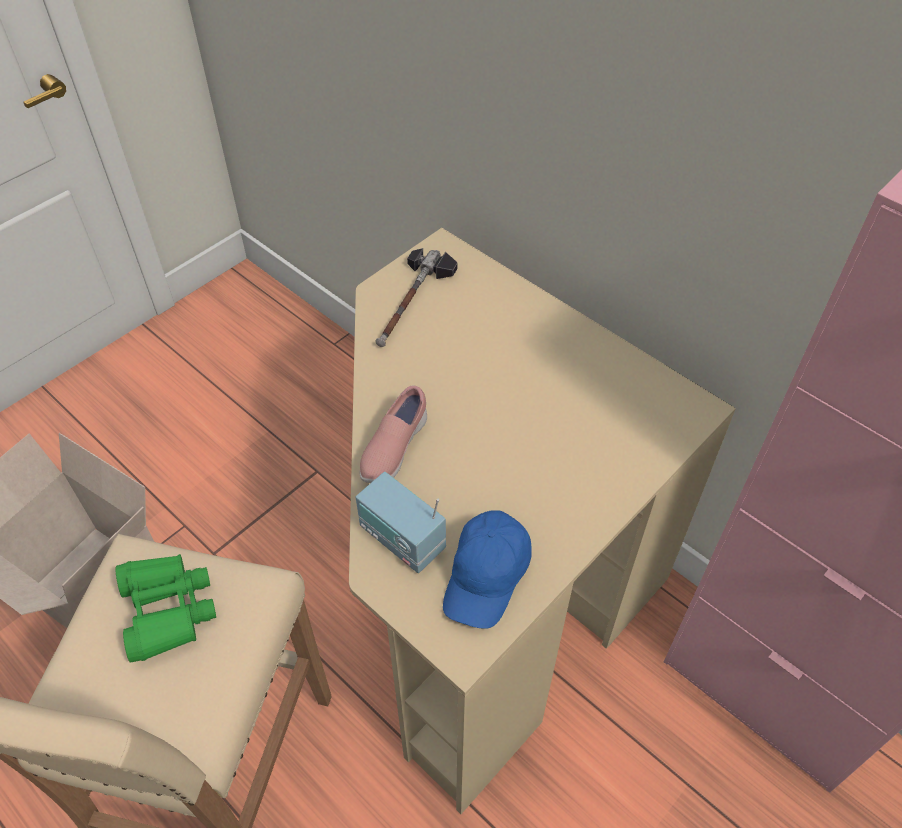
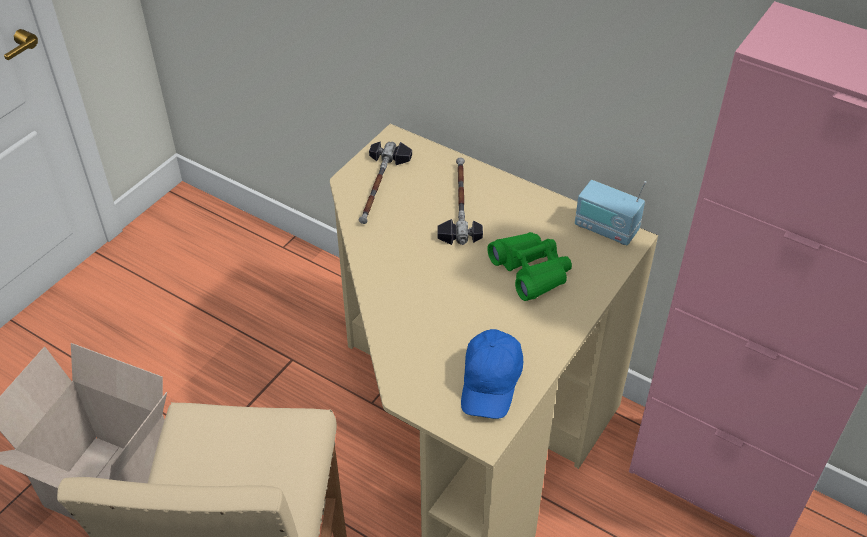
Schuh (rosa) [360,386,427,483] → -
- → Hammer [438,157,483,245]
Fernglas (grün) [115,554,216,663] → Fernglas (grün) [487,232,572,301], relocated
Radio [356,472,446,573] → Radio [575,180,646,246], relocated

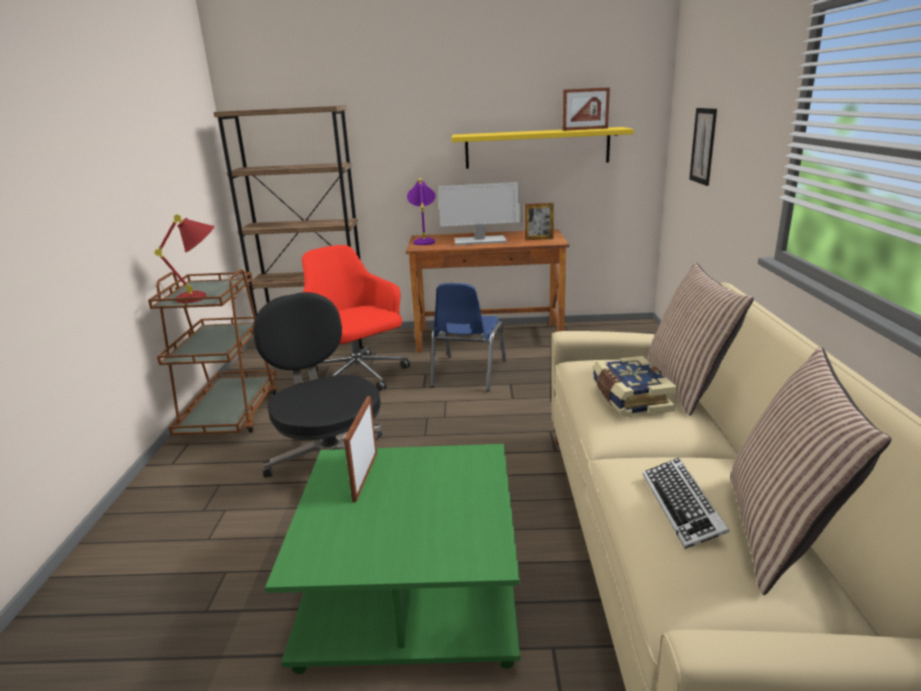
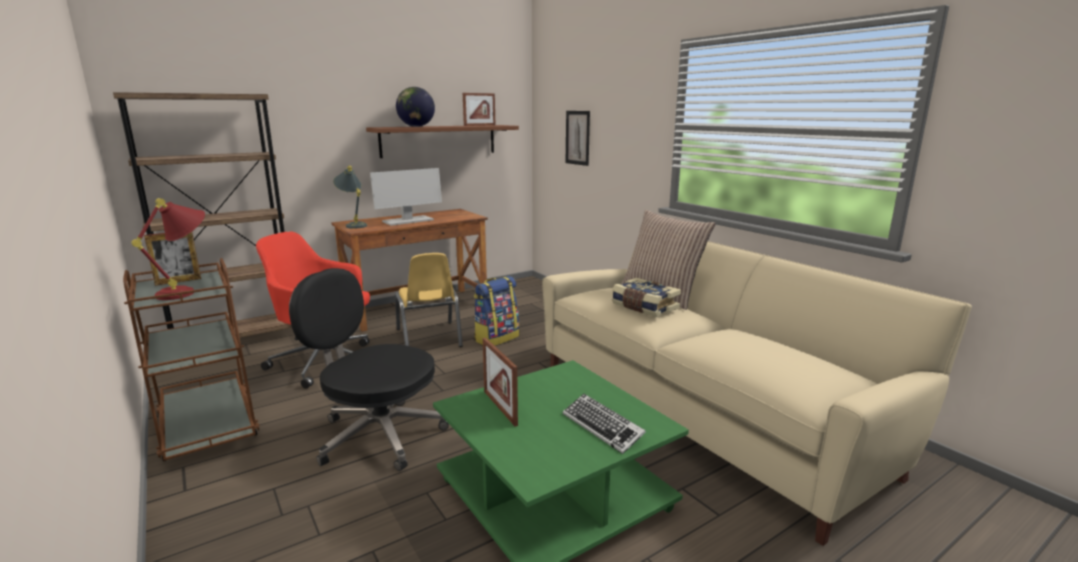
Kissen [730,347,892,595] → -
- → Globus [396,87,435,127]
- → Rucksack [474,276,519,346]
Bilderrahmen [525,203,554,240] → Bilderrahmen [144,232,201,286], relocated
Tastatur [643,458,730,549] → Tastatur [563,394,646,454], relocated
Tischlampe (lila) [407,178,435,245] → Tischlampe (grau) [333,166,367,229]
Stuhl (blau) [430,283,506,391] → Stuhl (gelb) [395,253,463,347]
Wandregal (gelb) [452,127,634,169] → Wandregal (braun) [366,125,519,158]

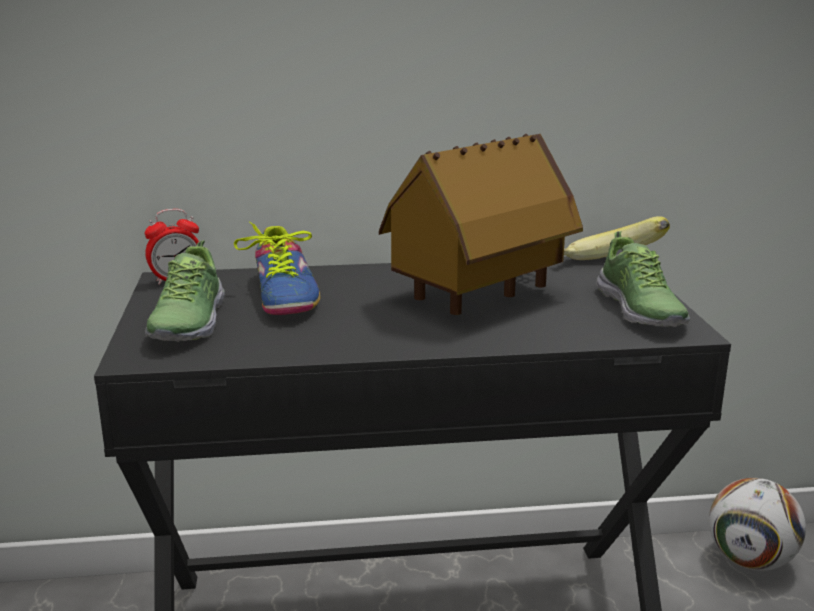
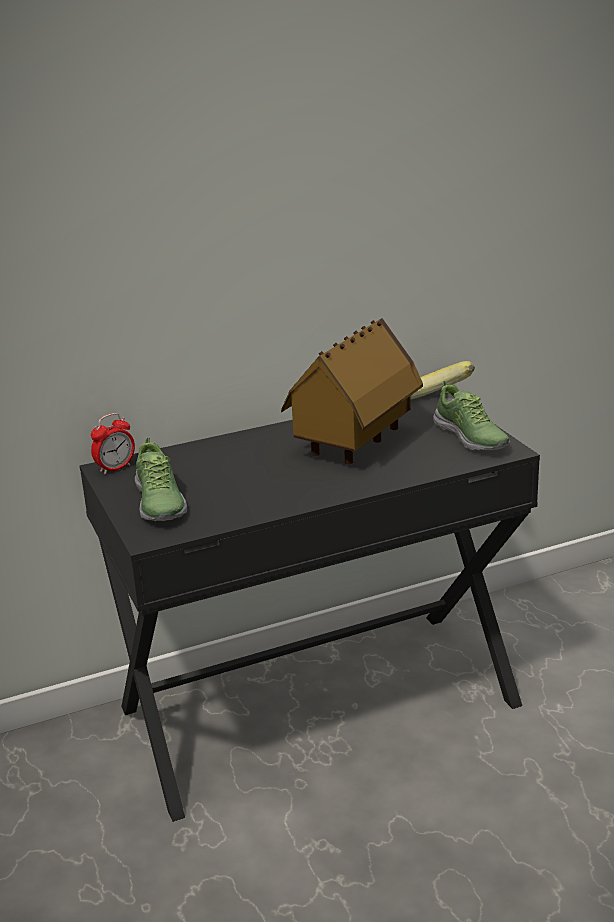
Schuh [234,221,320,315] → -
Fußball [709,478,806,571] → -

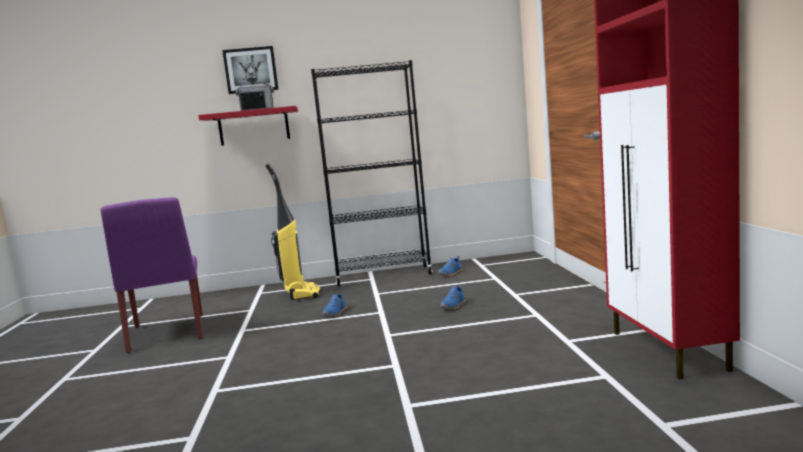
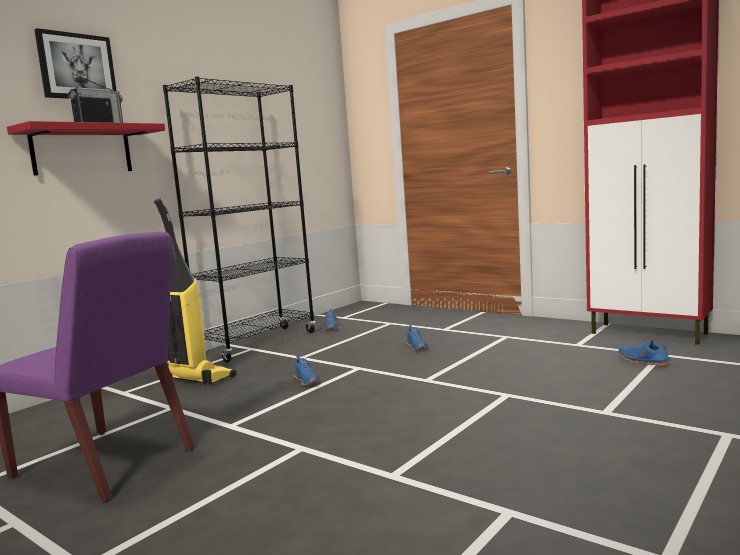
- → Schuh (blau) [619,340,671,366]

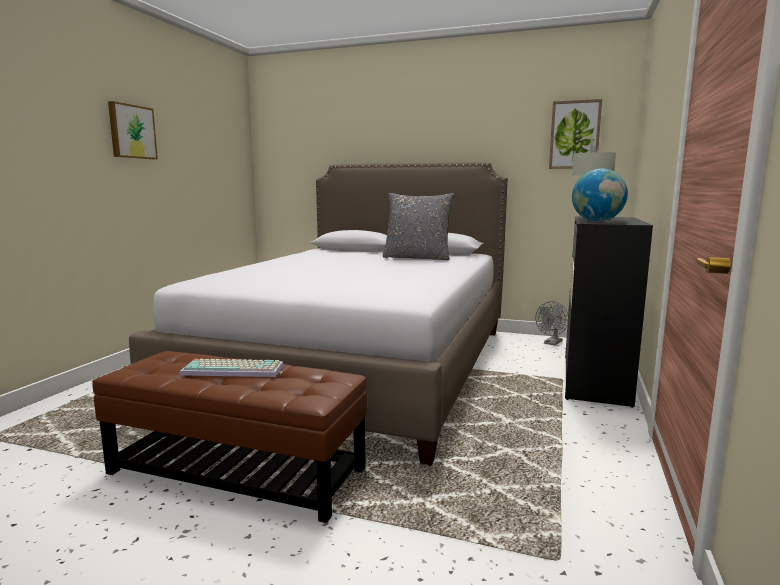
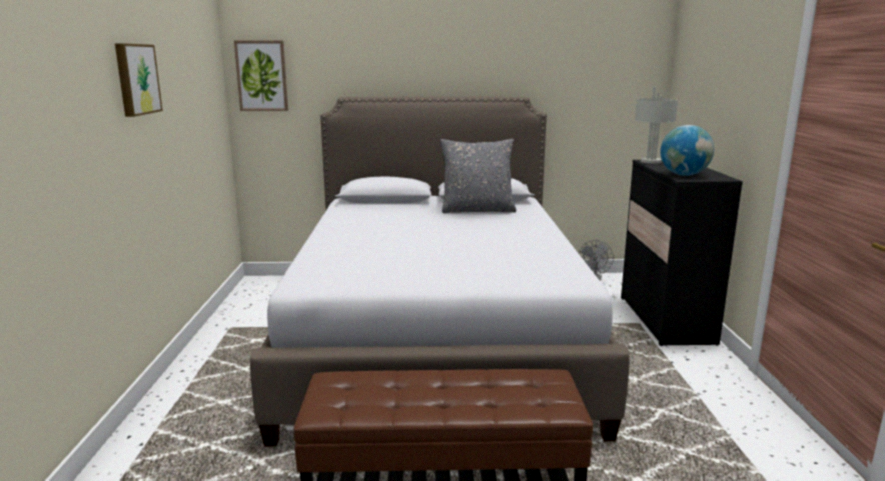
Tastatur [179,359,284,377] → -
Bild [549,99,602,169] → Bild [234,41,288,111], relocated

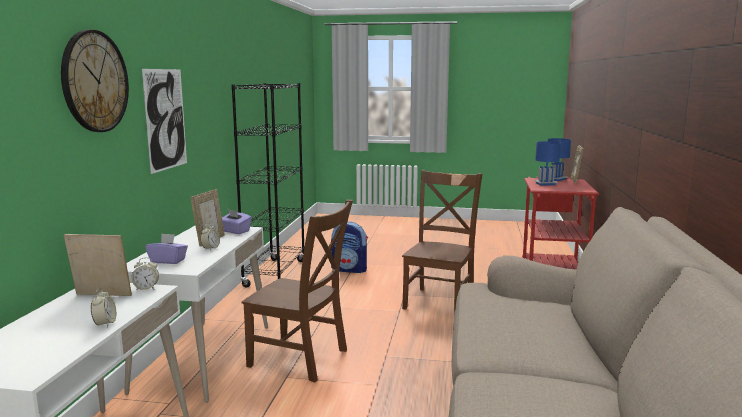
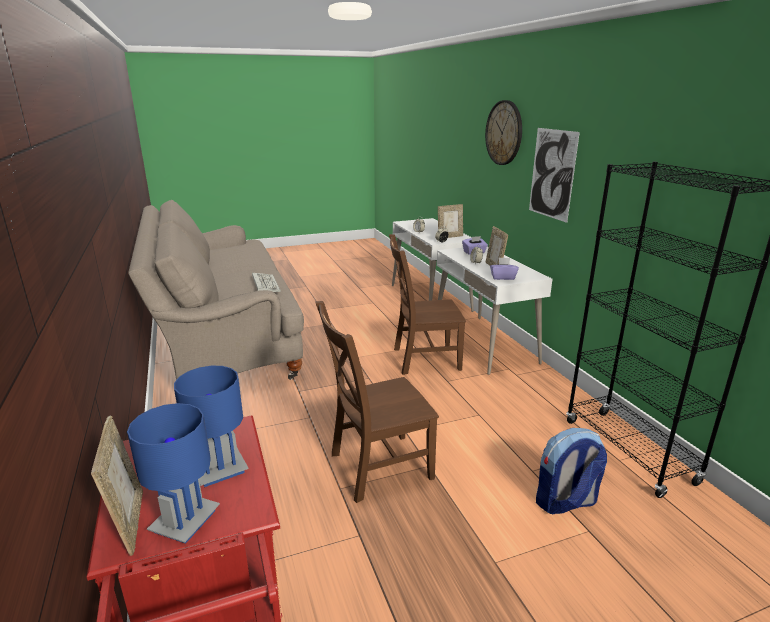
- → Tastatur [252,273,281,292]
Stuhl (braun) [402,170,482,314] → Stuhl (braun) [316,301,439,503], 75 degrees clockwise

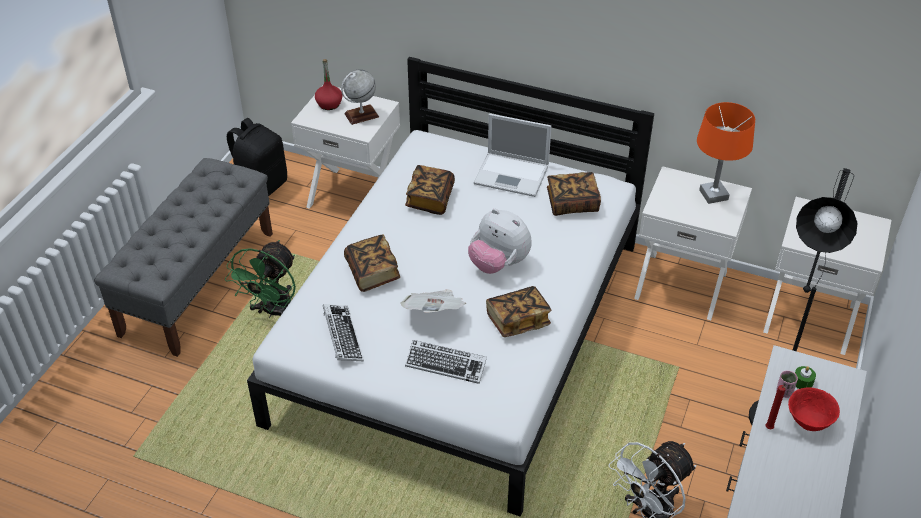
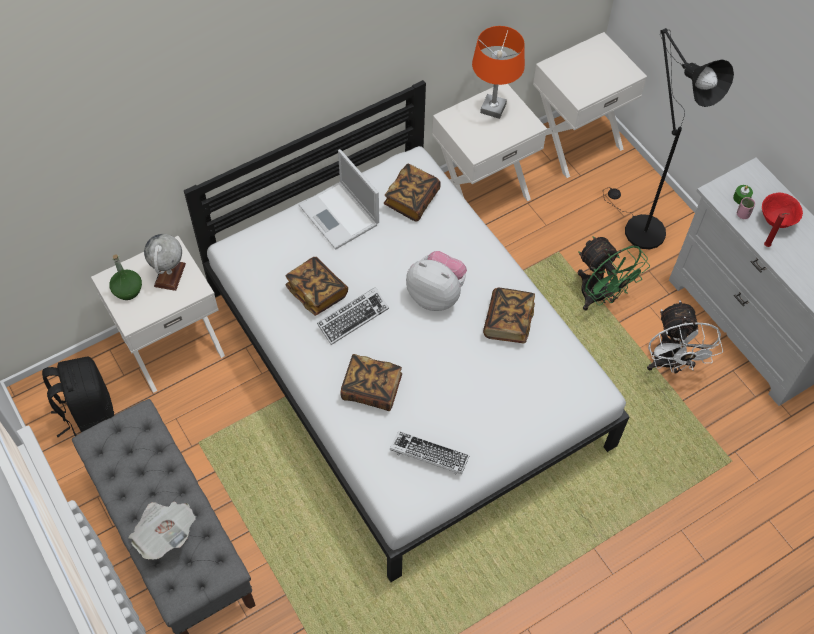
Ventilator (grün) [225,240,296,318] → Ventilator (grün) [578,236,650,310], relocated
Zeitung [401,290,467,313] → Zeitung [128,502,196,559], relocated
Tastatur [405,340,487,384] → Tastatur [317,287,389,345], relocated
Flasche (rot) [315,59,343,110] → Flasche (grün) [109,254,142,300]
Plüschtier [468,209,532,274] → Plüschtier [406,251,467,311], 135 degrees counterclockwise
Laptop [473,114,552,197] → Laptop [299,149,379,250], 90 degrees clockwise

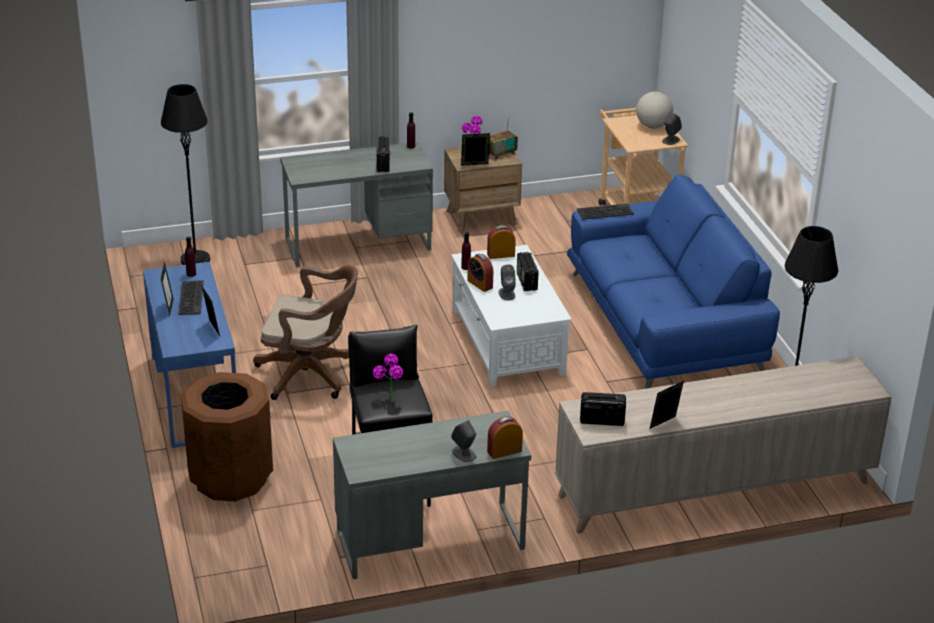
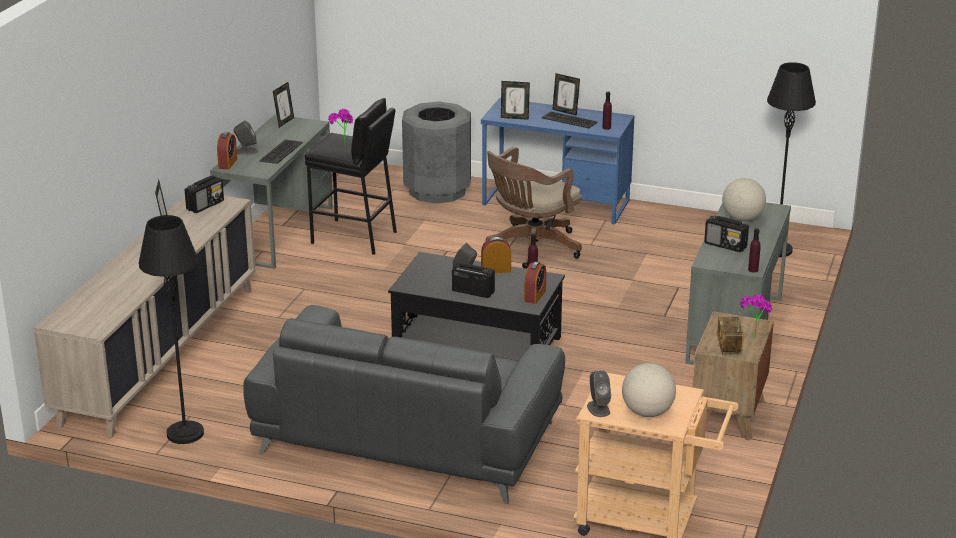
- → Globus [722,178,766,221]
Bilderrahmen [461,133,490,166] → Bilderrahmen [273,82,294,127], relocated
Tastatur [577,204,634,220] → Tastatur [259,140,303,164], relocated
Mülleimer (braun) [181,372,273,502] → Mülleimer (grau) [402,101,471,204]
Couchtisch (weiß) [451,245,572,386] → Couchtisch (schwarz) [388,252,565,361]
Sofa (blau) [567,174,780,389] → Sofa (grau) [243,305,565,504]

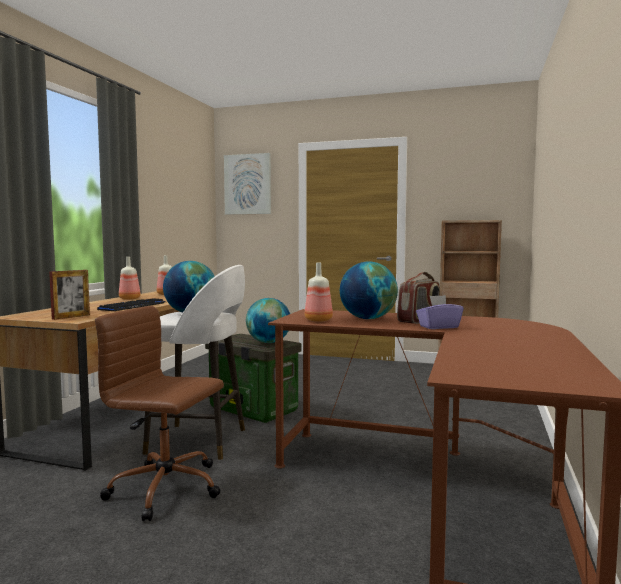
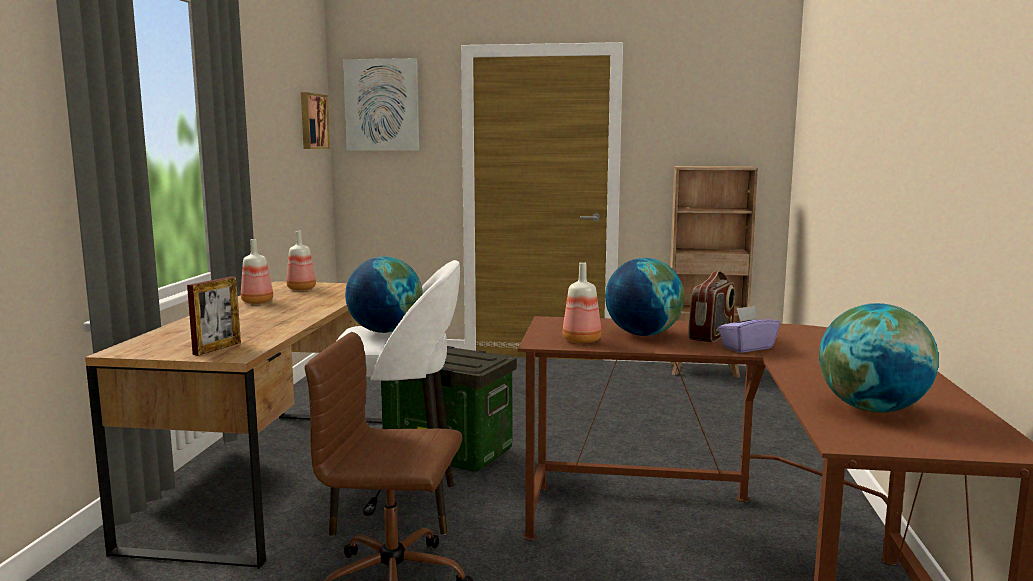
Tastatur [97,298,166,311] → -
- → Bild [301,92,330,149]
Globus [246,298,290,343] → Globus [819,303,939,413], relocated

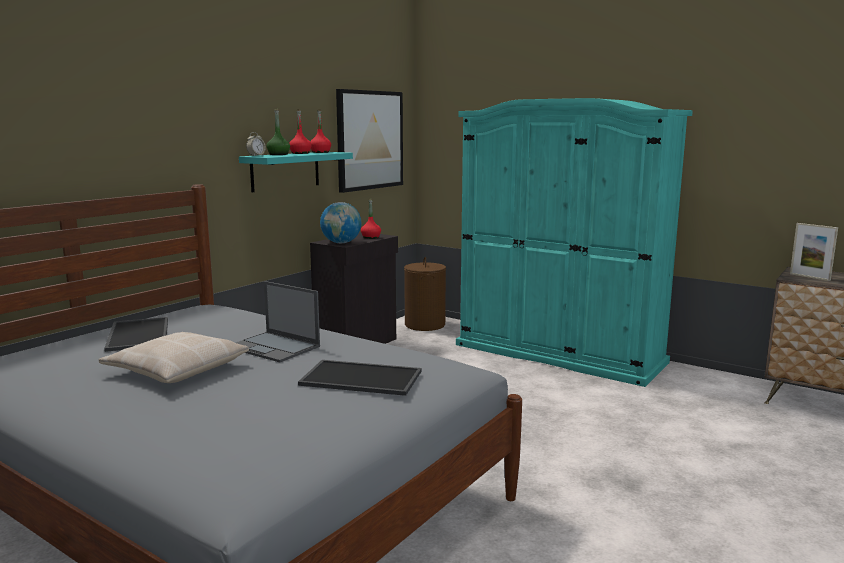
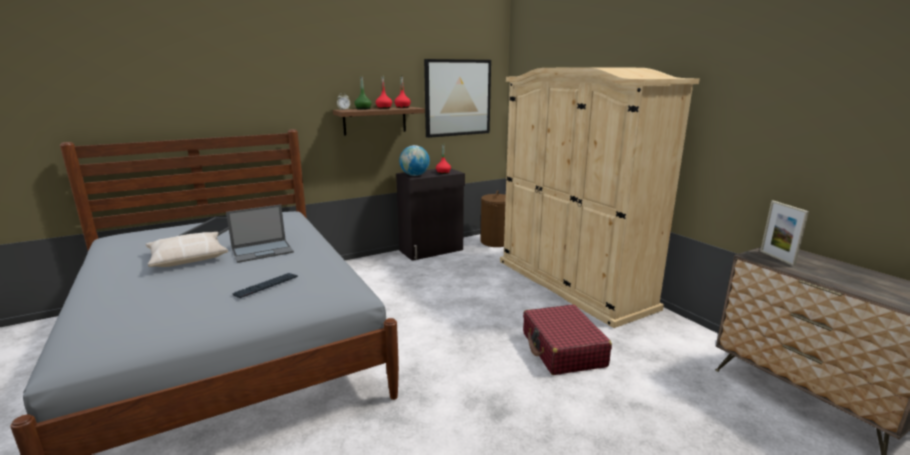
- → Koffer (rot) [523,304,612,375]
Tablett [298,360,422,396] → Tastatur [233,273,298,298]
Wandregal (türkis) [239,152,353,192] → Wandregal (braun) [333,107,425,136]
Kleiderschrank (türkis) [456,98,693,387] → Kleiderschrank (beige) [500,67,700,328]
Laptop [236,281,320,362] → Laptop [226,205,294,263], 90 degrees counterclockwise

